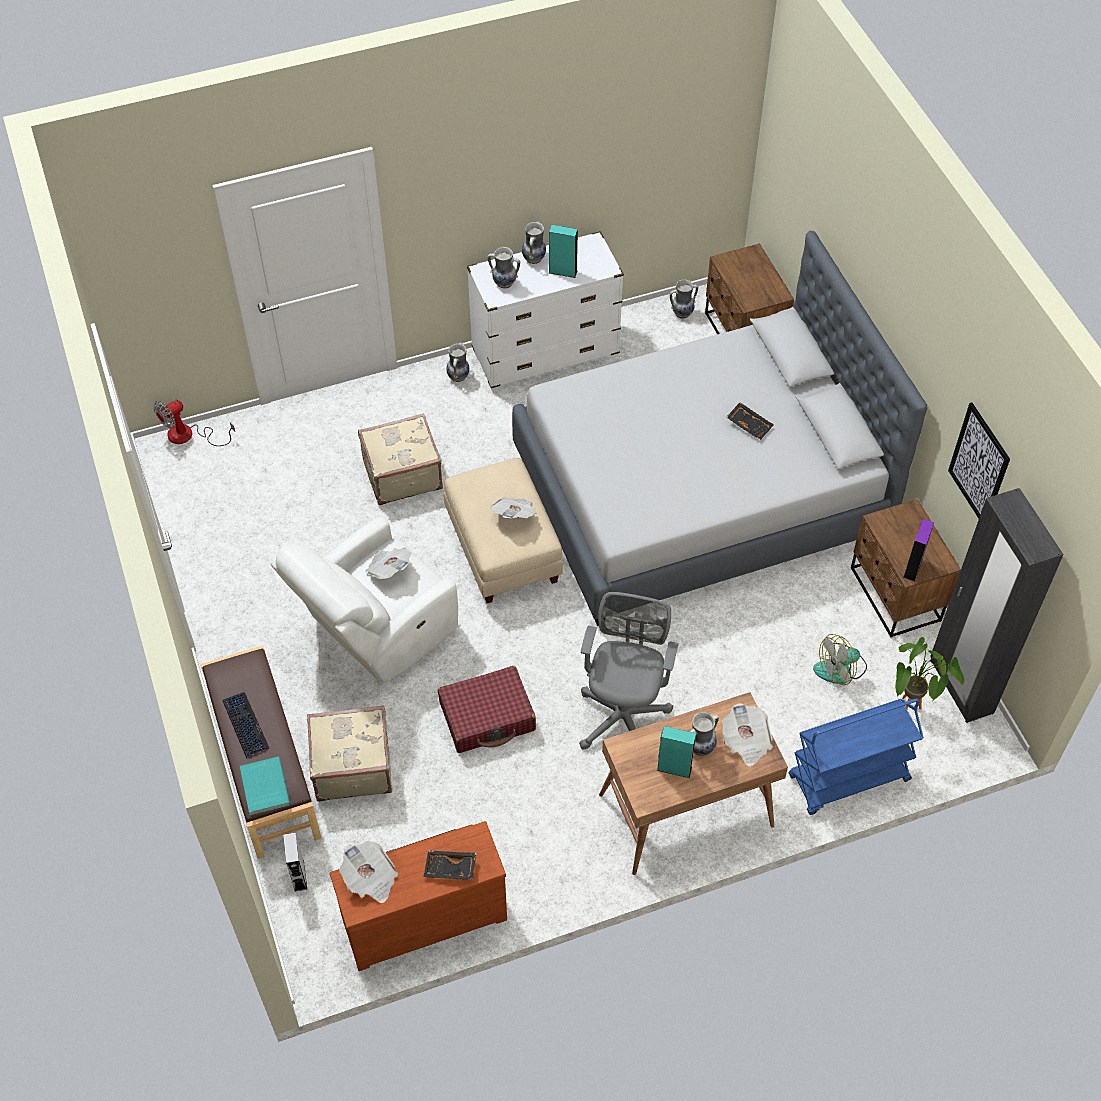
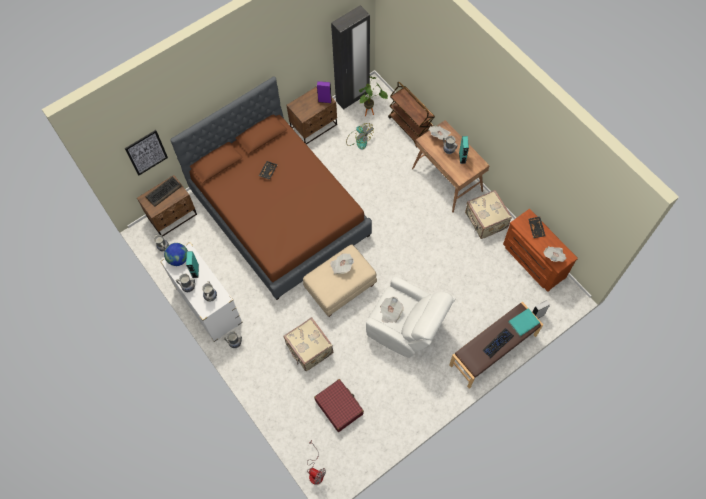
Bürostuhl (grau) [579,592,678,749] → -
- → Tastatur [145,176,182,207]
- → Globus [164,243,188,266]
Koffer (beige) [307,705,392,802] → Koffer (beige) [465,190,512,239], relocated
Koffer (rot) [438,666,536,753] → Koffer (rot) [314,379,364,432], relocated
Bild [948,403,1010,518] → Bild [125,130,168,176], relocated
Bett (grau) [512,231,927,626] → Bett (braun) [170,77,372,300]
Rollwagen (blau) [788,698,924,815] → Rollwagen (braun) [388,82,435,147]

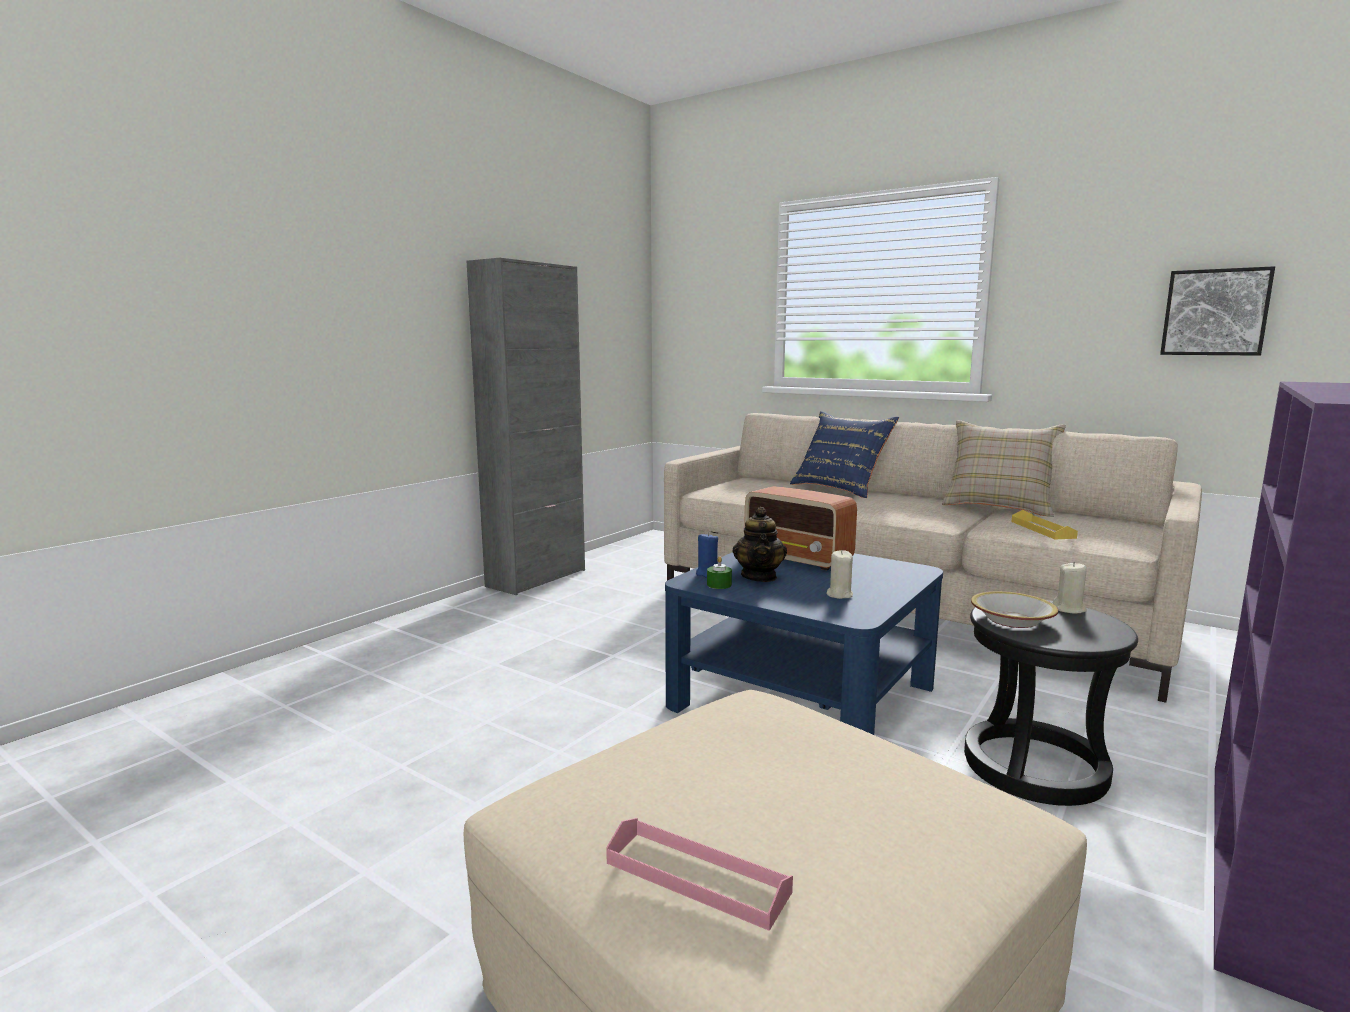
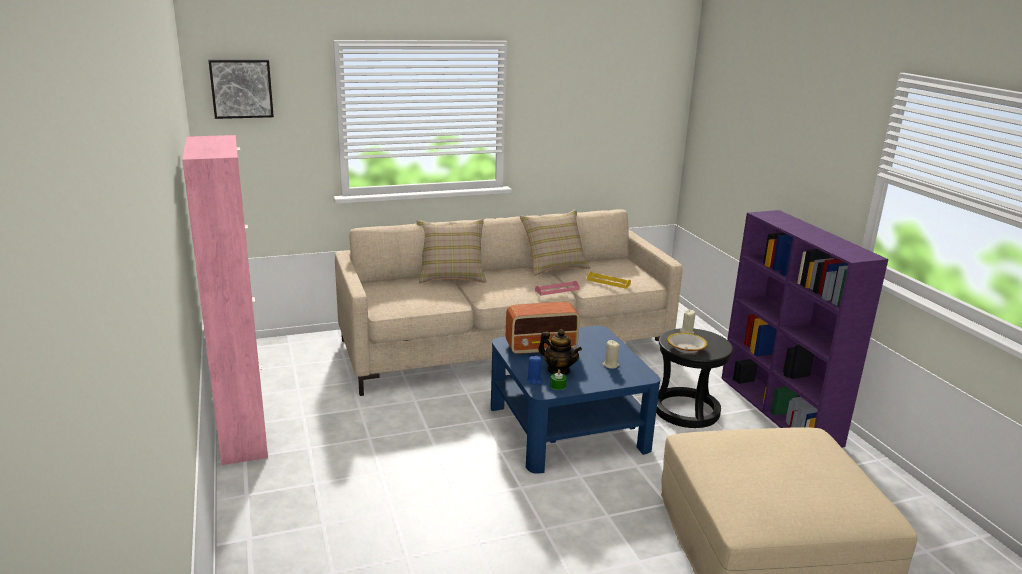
Tablett (rosa) [606,818,793,931] → Tablett (rosa) [535,281,580,296], relocated
Bild [1160,266,1275,356] → Bild [208,59,274,119], relocated
Schrank (grau) [467,258,585,595] → Schrank (rosa) [182,135,268,465]
Kissen (blau) [790,411,899,498] → Kissen (beige) [416,219,487,283]

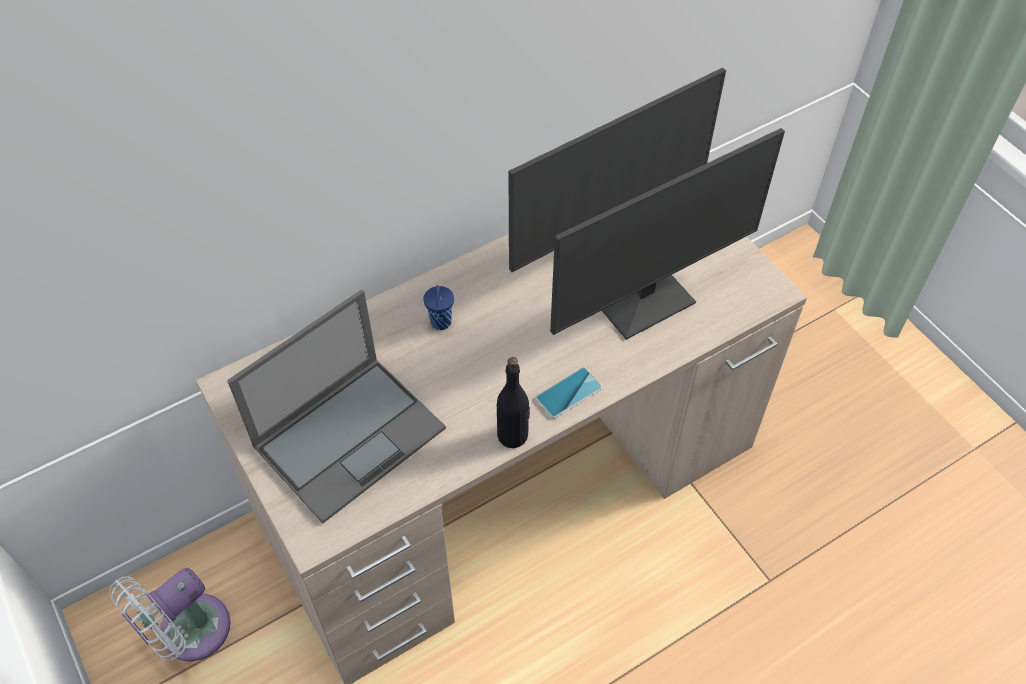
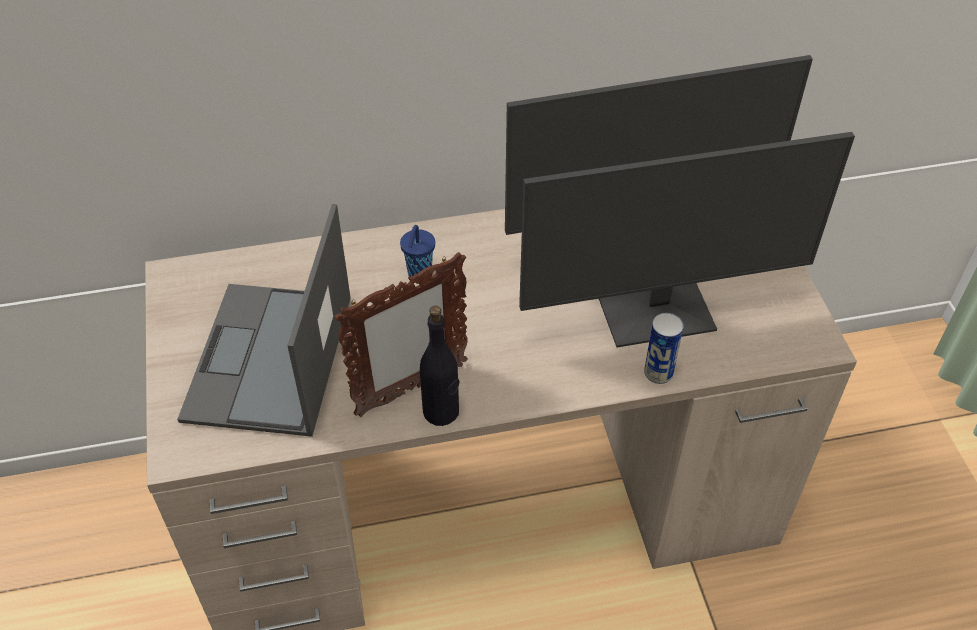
Ventilator (weiß) [109,568,231,661] → -
Handy [535,367,602,419] → -
- → Bilderrahmen [334,252,468,417]
- → Dose [644,313,683,384]
Laptop [227,289,446,523] → Laptop [177,204,351,437], 120 degrees clockwise

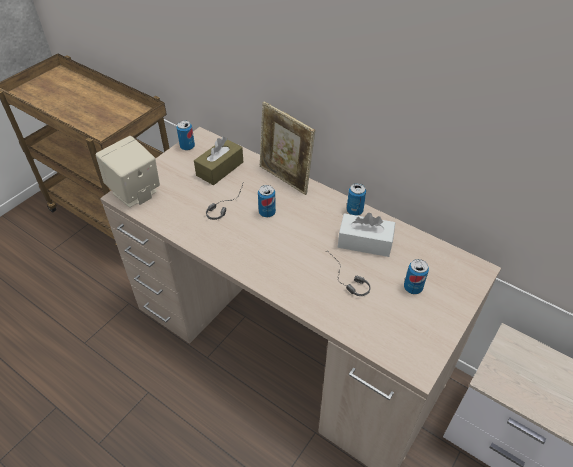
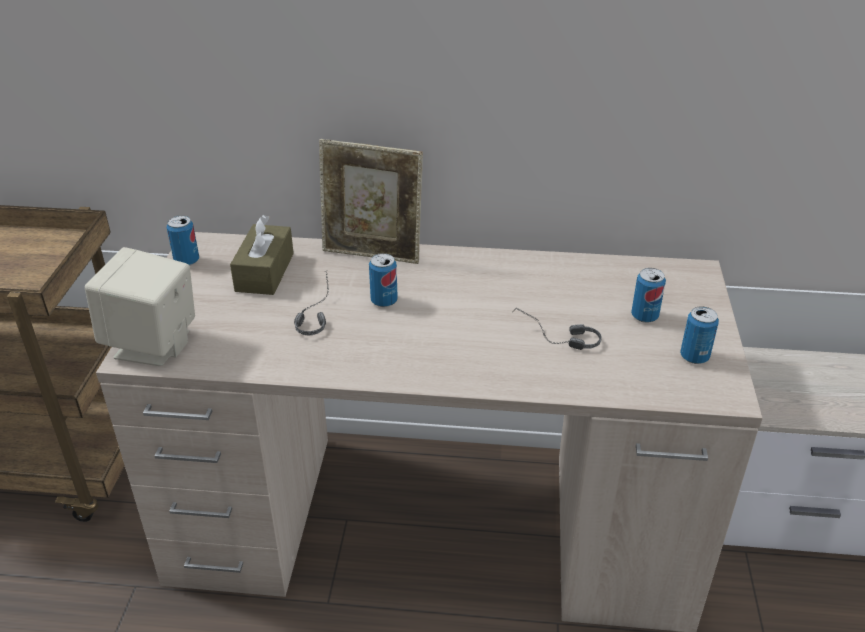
Taschentuchbox (weiß) [338,213,395,257] → -
Dose [347,183,366,216] → Dose [680,306,719,364], relocated

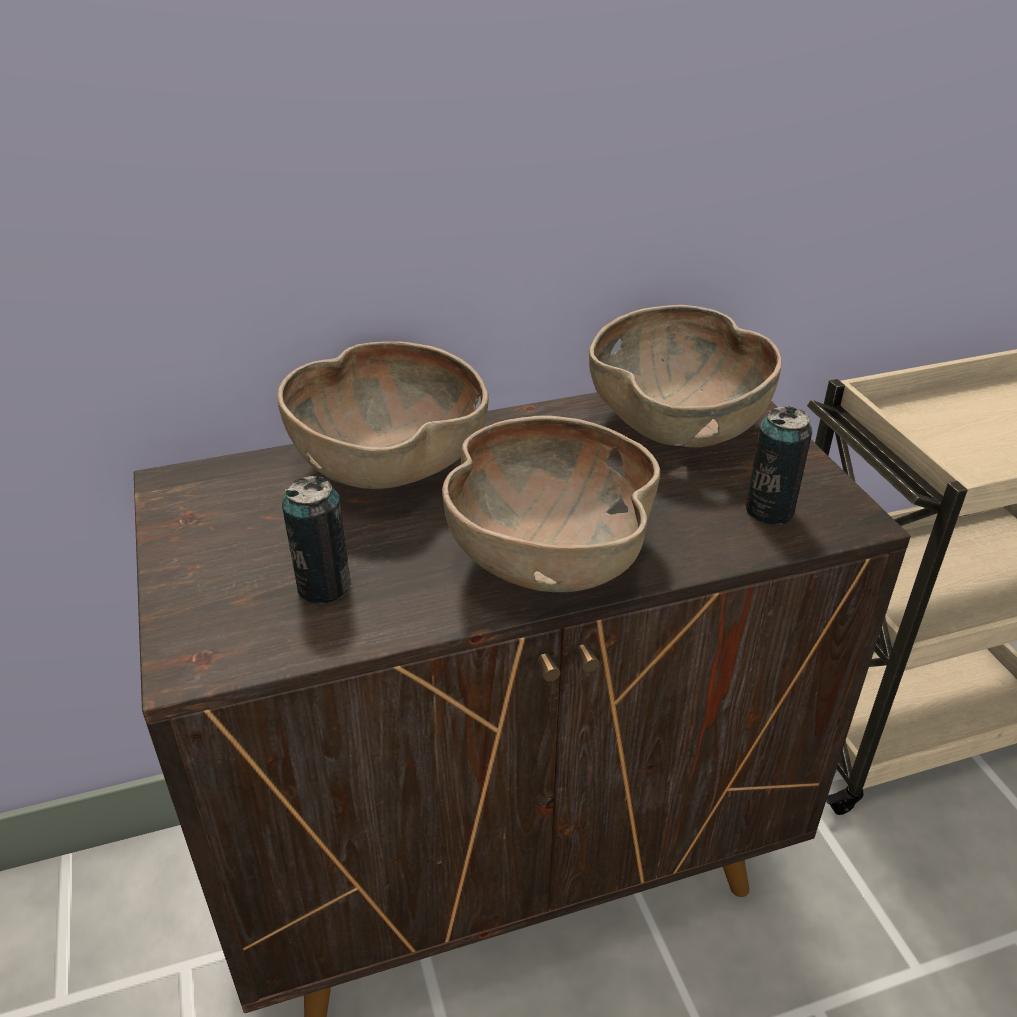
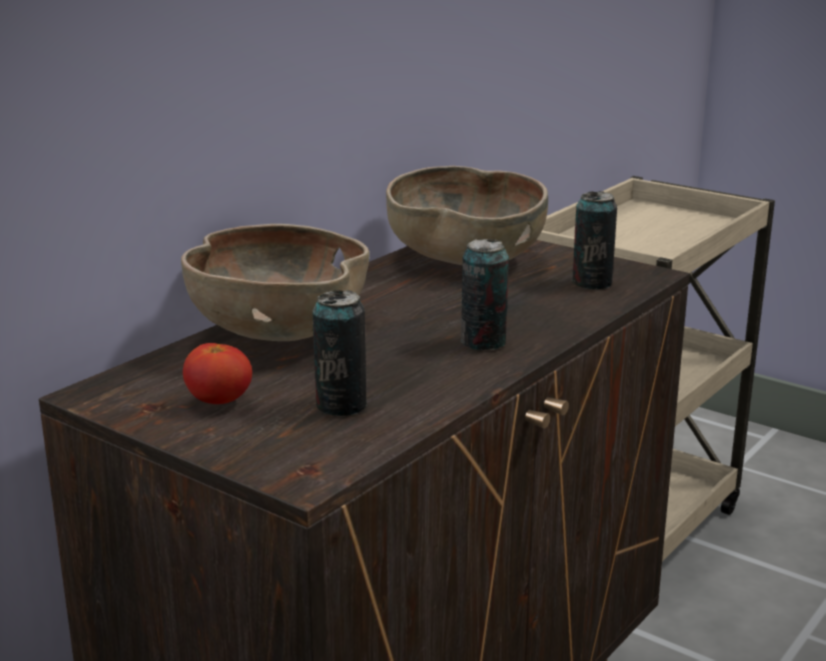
- → Tomate [183,343,252,404]
Schüssel (braun) [442,416,660,592] → Dose [461,239,509,350]

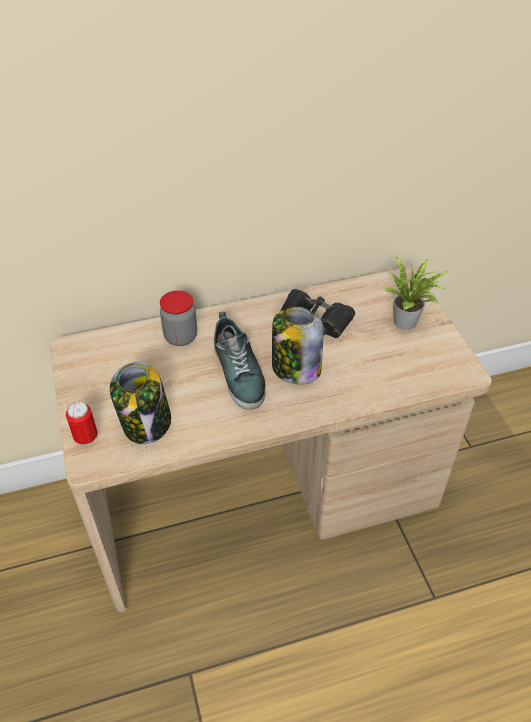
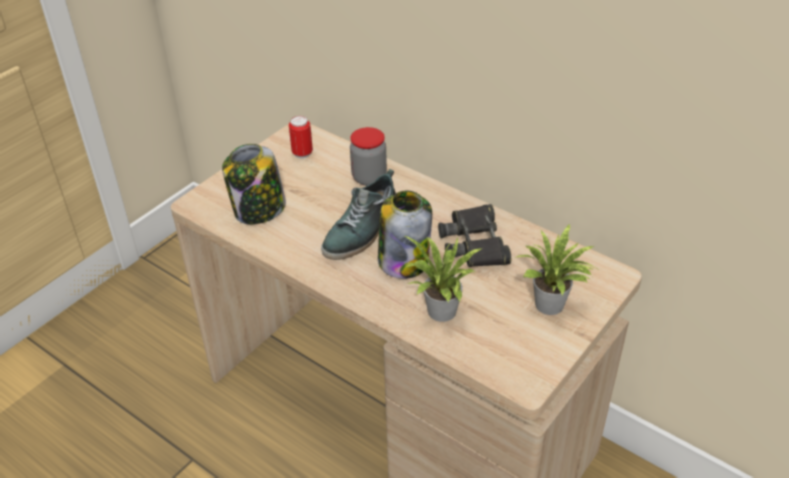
- → Topfpflanze [403,235,482,322]
Dose [66,402,98,445] → Dose [289,116,313,159], relocated

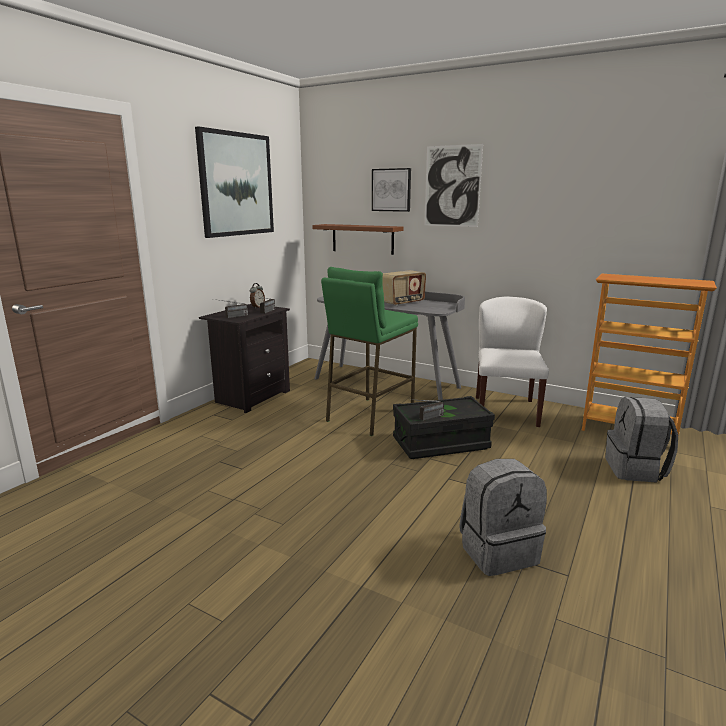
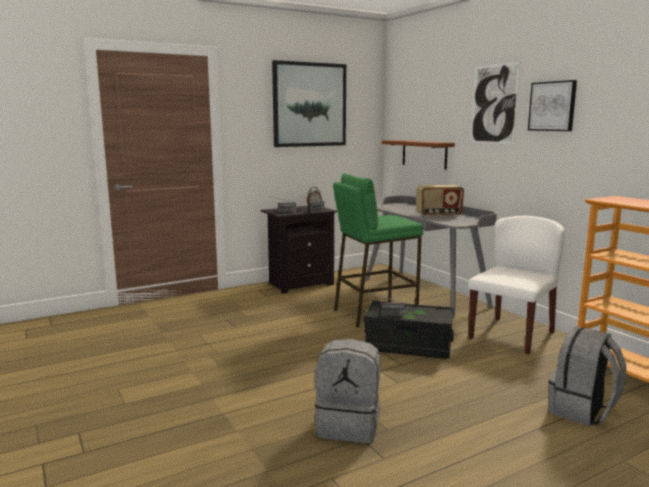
Bild [372,168,411,212] → Bild [528,80,577,131], relocated

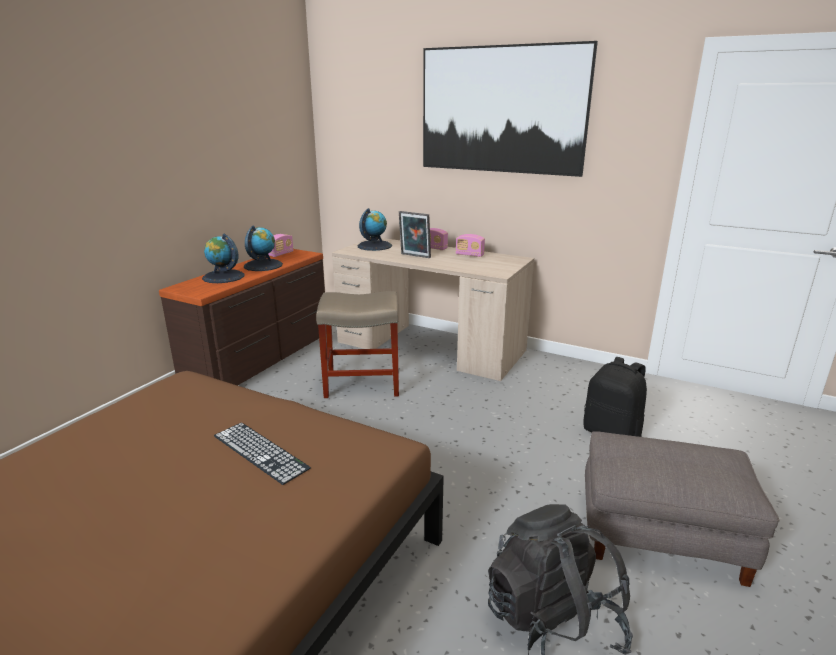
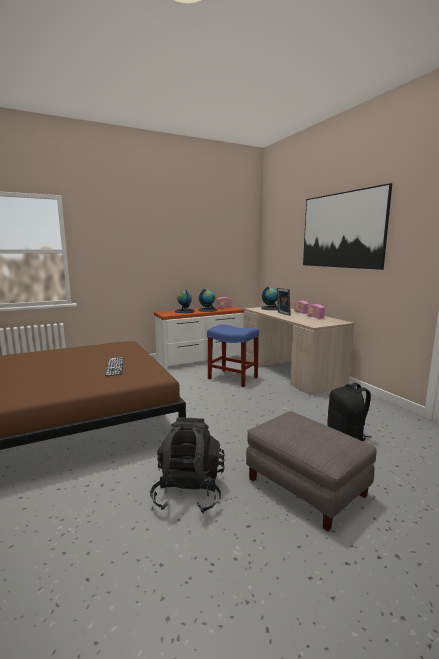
Kommode (braun) [159,249,325,386] → Kommode (weiß) [154,306,244,369]
Hocker (beige) [316,291,399,398] → Hocker (blau) [207,324,259,387]

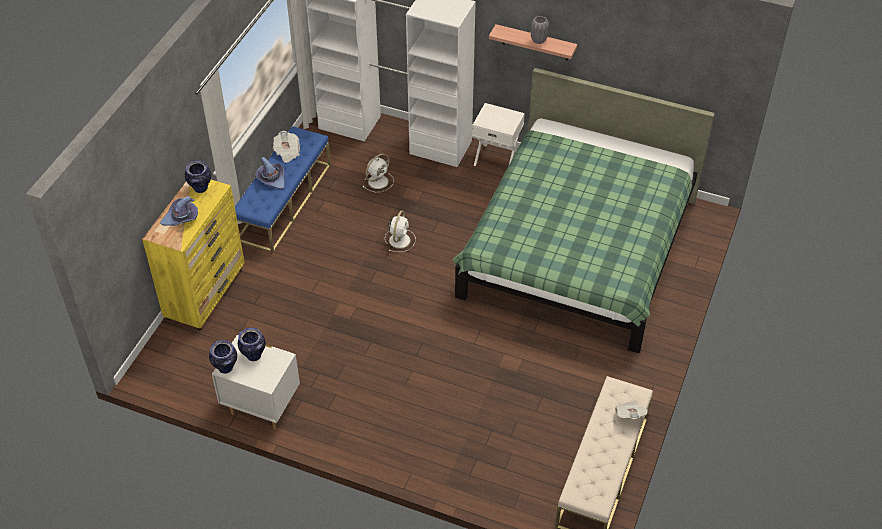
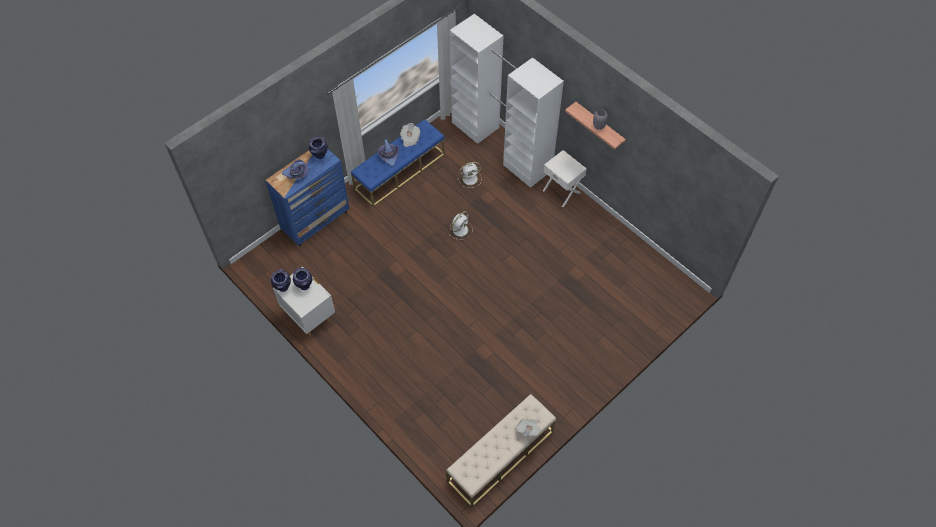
Bett (grün) [453,68,715,353] → -
Kommode (gelb) [142,180,245,330] → Kommode (blau) [265,149,350,246]

